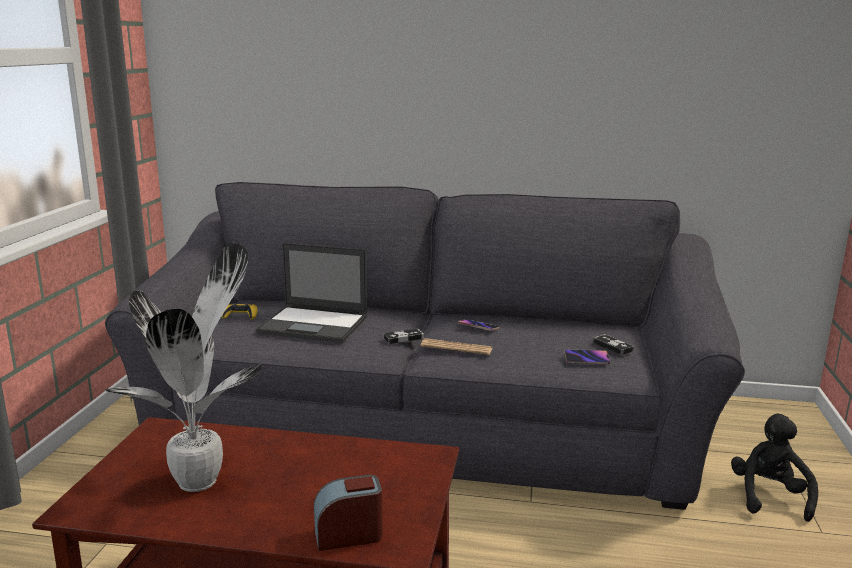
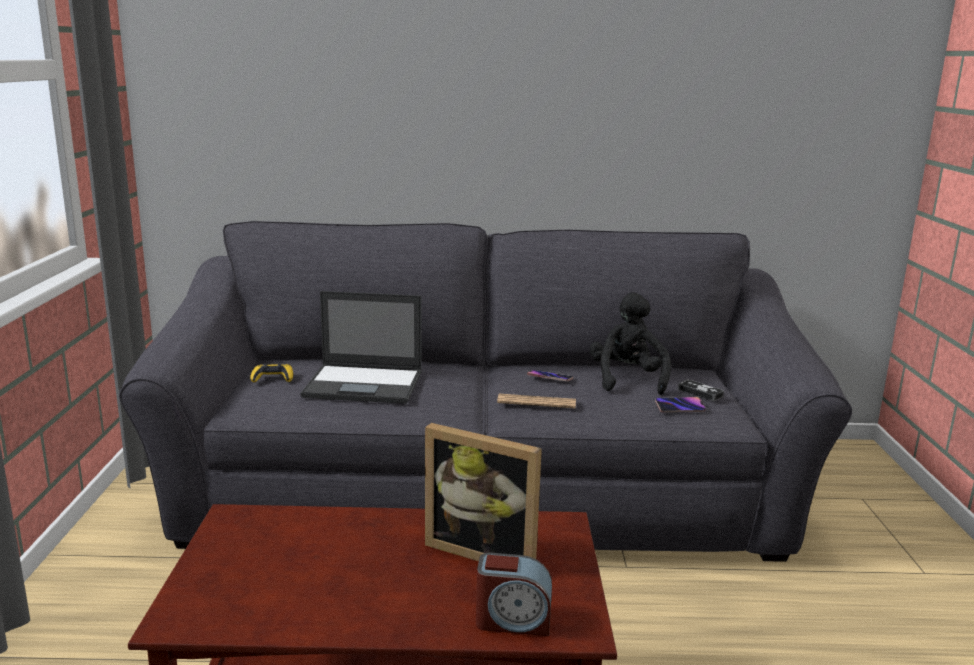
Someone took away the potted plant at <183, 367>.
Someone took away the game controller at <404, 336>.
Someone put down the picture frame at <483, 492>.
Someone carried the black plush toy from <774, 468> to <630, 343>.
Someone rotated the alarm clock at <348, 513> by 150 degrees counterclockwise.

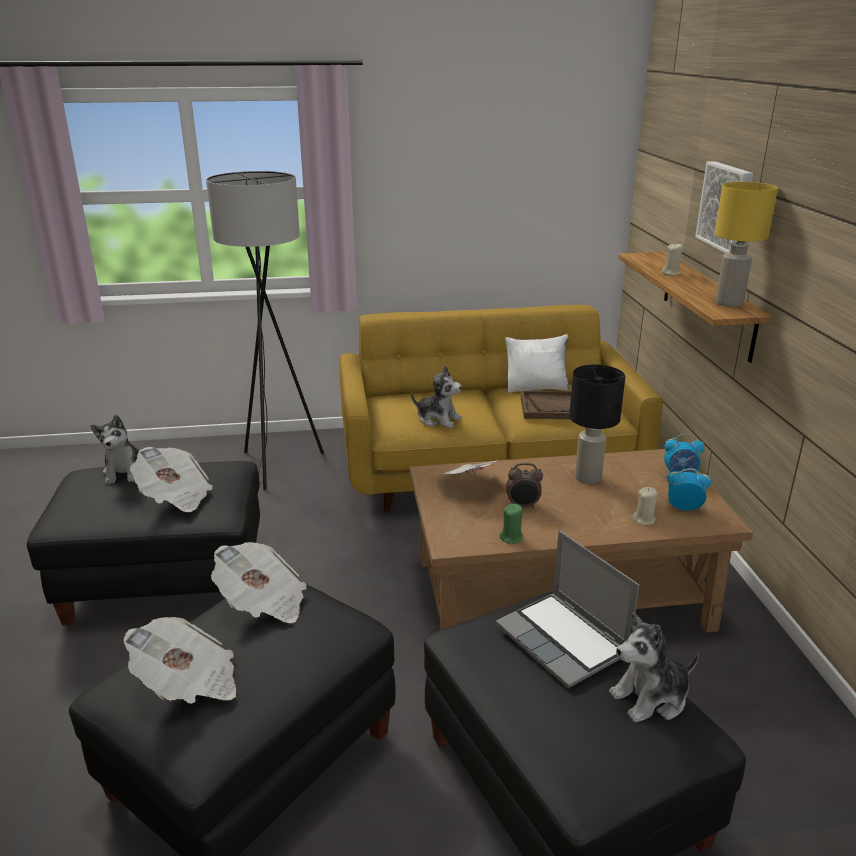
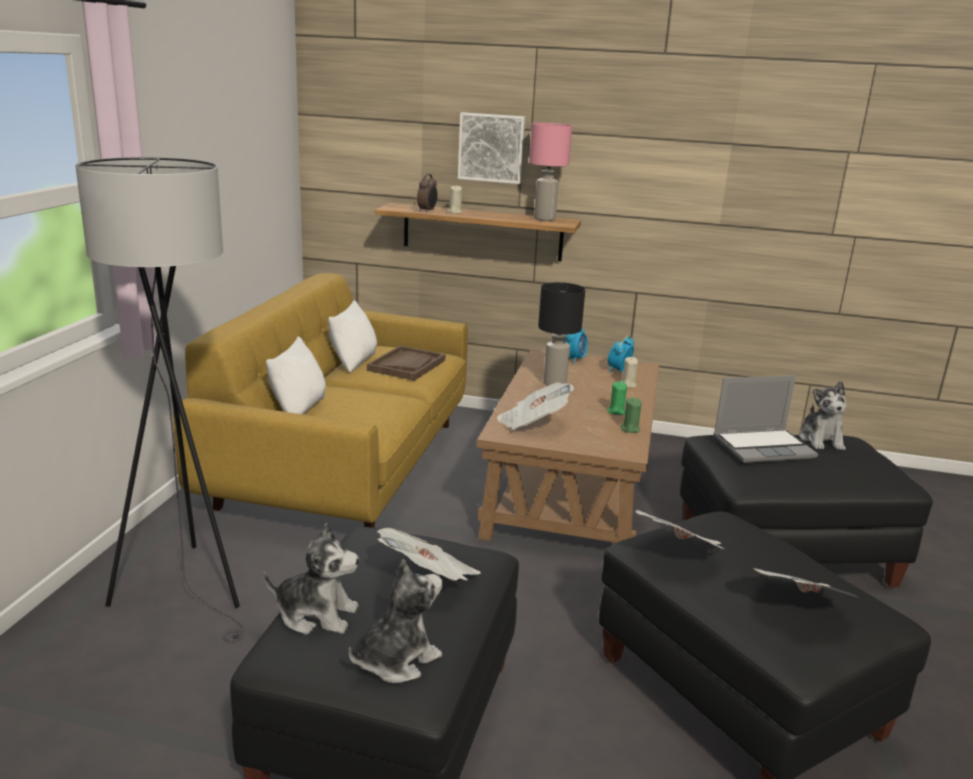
Someone put down the white pillow at <296, 375>.
Someone put down the green candle at <617, 398>.
Someone carried the plush toy from <436, 397> to <395, 621>.
Someone carried the alarm clock from <524, 485> to <427, 193>.
Someone repainted the yellow table lamp at <746, 244>, which became the pink table lamp at <550, 172>.

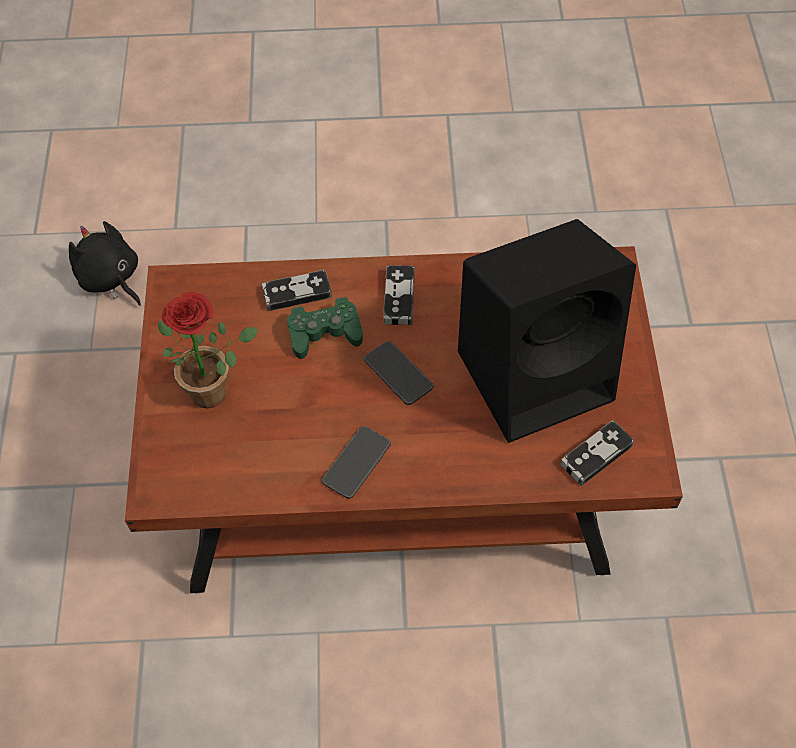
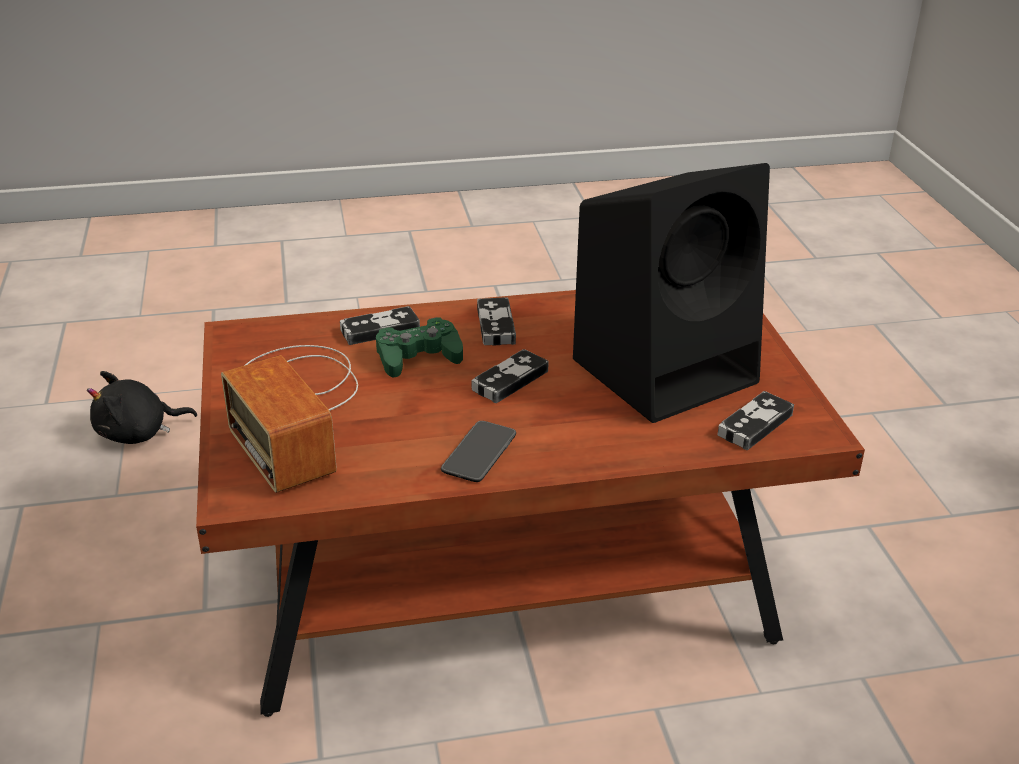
Someone swapped the potted plant at <208, 350> for the radio at <289, 419>.
Someone swapped the phone at <399, 373> for the game controller at <510, 376>.
Someone rotated the black plush toy at <105, 263> by 60 degrees counterclockwise.

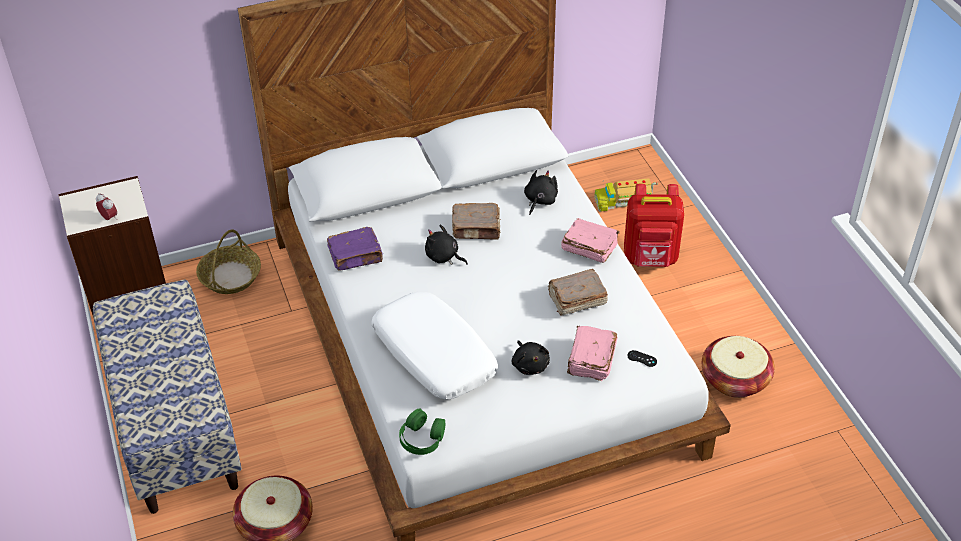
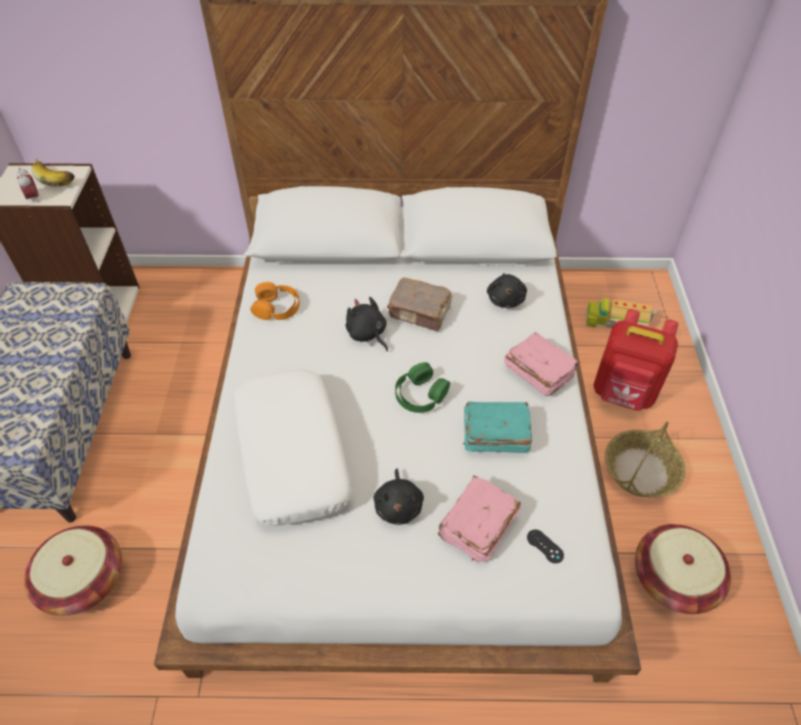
Someone put down the banana at <53, 173>.
Someone carried the basket from <228, 261> to <645, 459>.
Someone carried the green headphones from <422, 432> to <422, 387>.
Someone swapped the purple book at <355, 249> for the orange headphones at <275, 301>.
Someone repainted the brown book at <578, 292>, which became the turquoise book at <497, 427>.
Someone rotated the black plush toy at <541, 192> by 135 degrees clockwise.

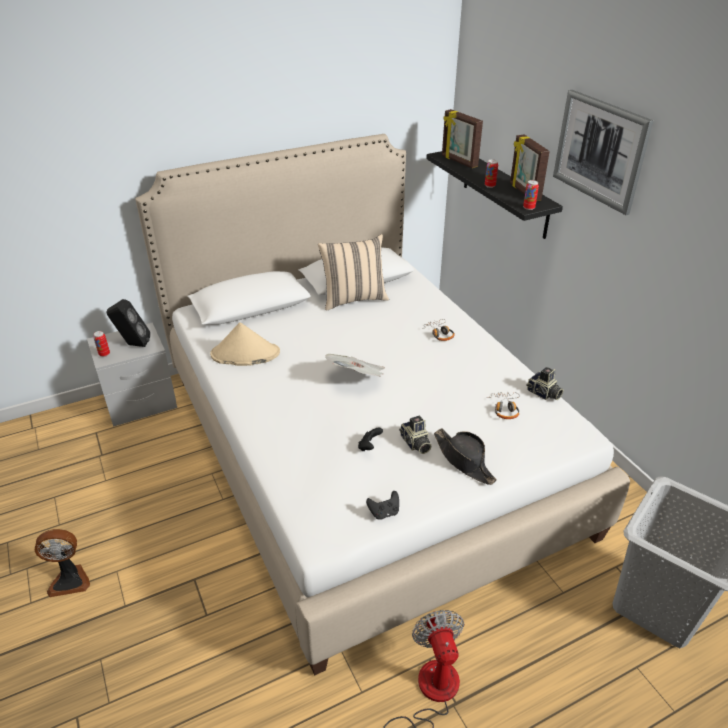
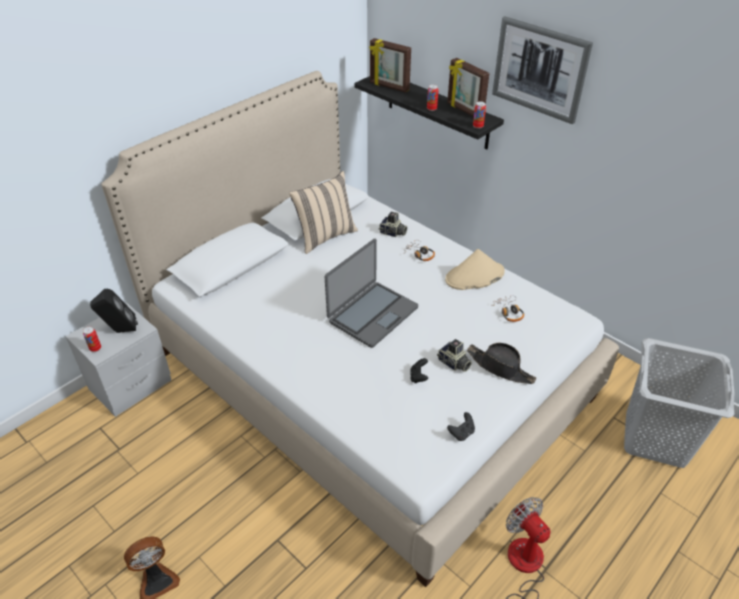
Someone carried the beige hat from <245, 344> to <475, 269>.
Someone carried the photo camera from <544, 383> to <393, 224>.
Someone swapped the newspaper at <355, 365> for the laptop at <371, 293>.

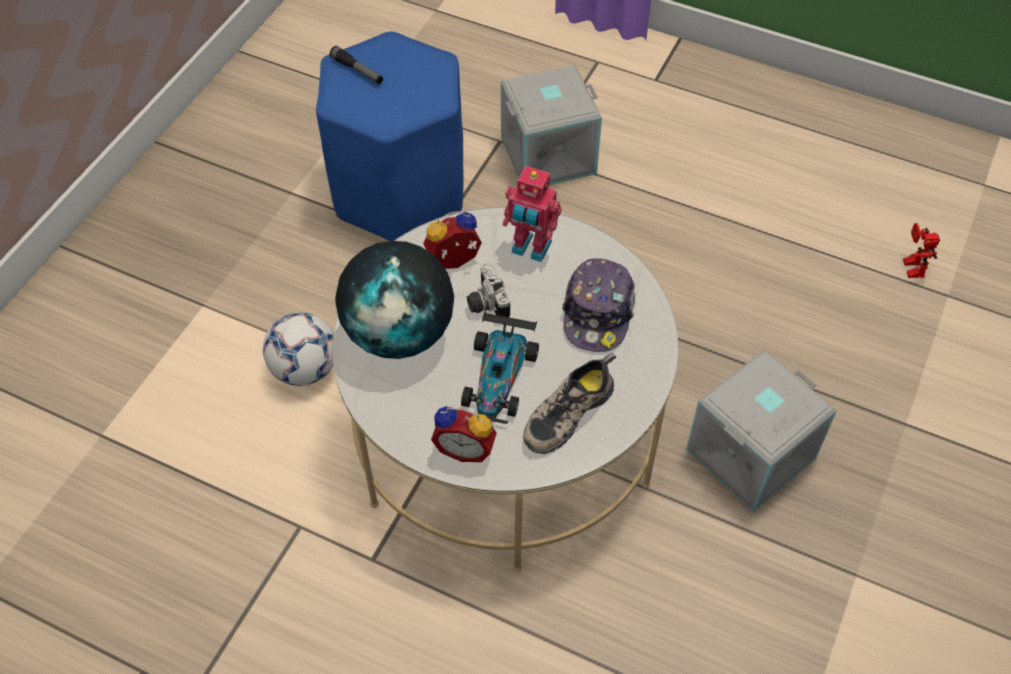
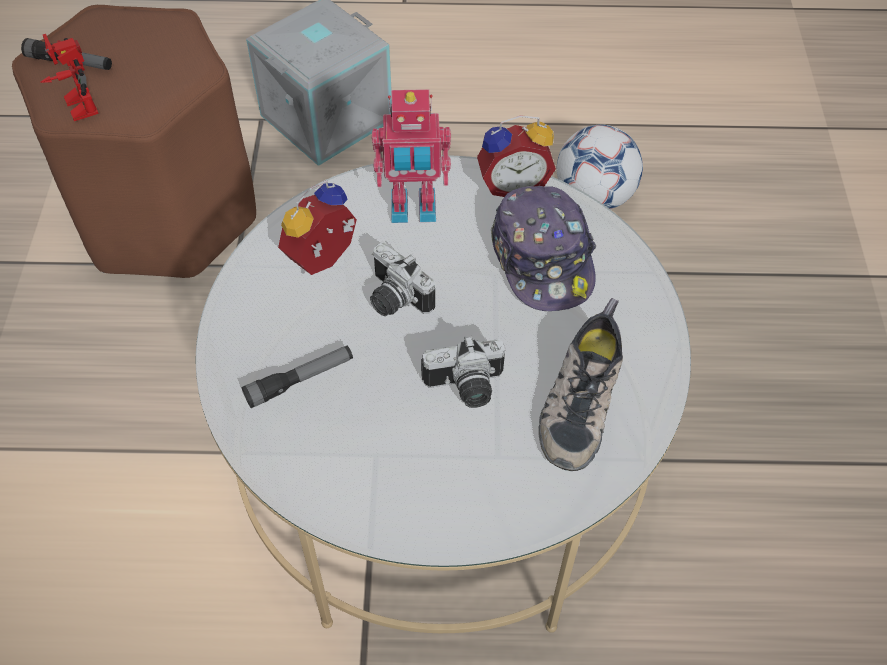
Someone took away the grey storage box at <761, 431>.
Someone carried the football from <298, 349> to <600, 167>.
Someone carried the alarm clock from <464, 434> to <516, 156>.
Someone carried the toy robot from <921, 250> to <69, 77>.
Someone swapped the globe at <394, 300> for the flashlight at <297, 377>.
Someone swapped the toy car at <500, 367> for the photo camera at <463, 372>.
Someone repainted the blue stool at <389, 136>, which became the brown stool at <134, 141>.

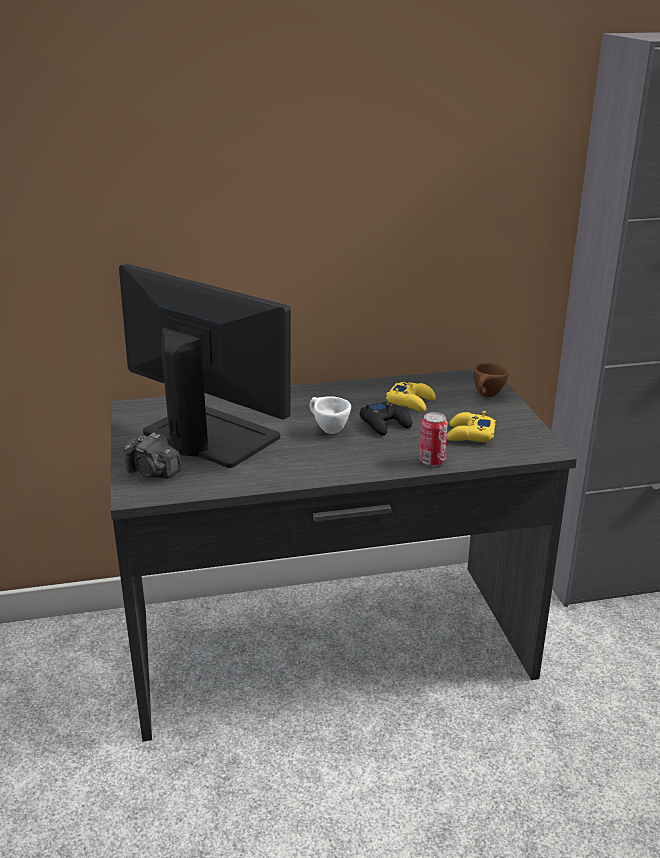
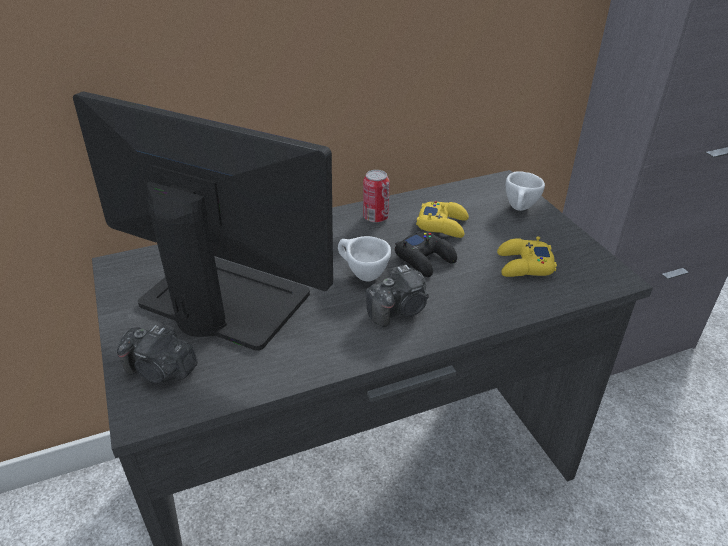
Someone put down the photo camera at <397, 296>.
Someone carried the can from <433, 439> to <376, 196>.
Someone repainted the brown cup at <490, 380>, which became the white cup at <525, 191>.

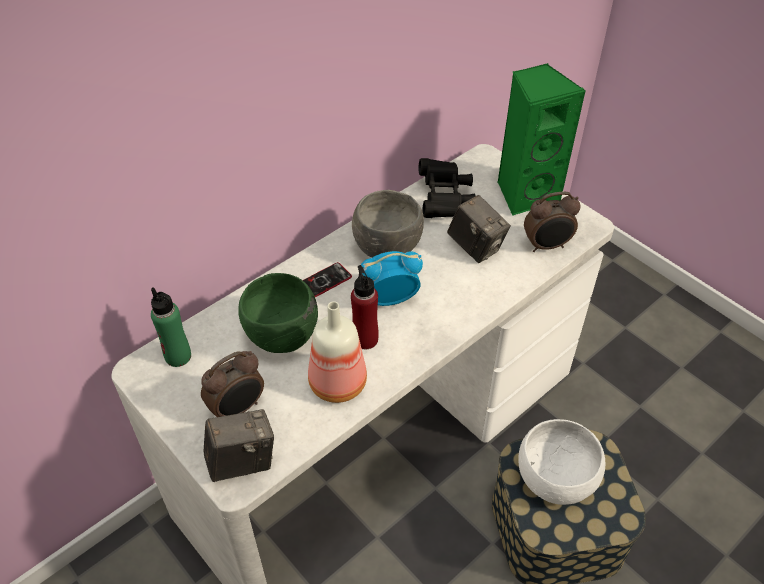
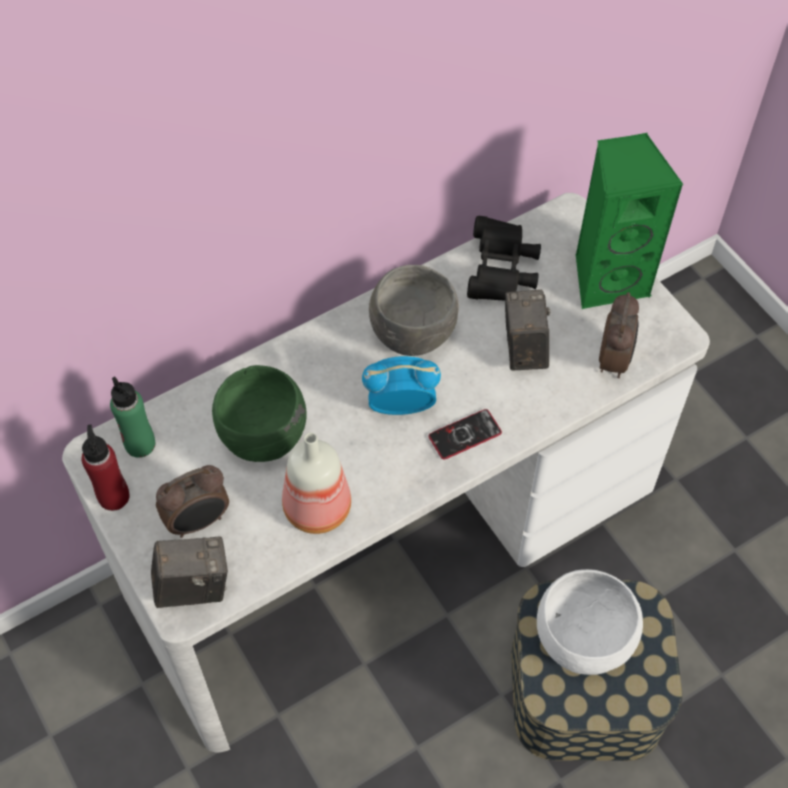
Someone carried the phone from <327, 279> to <465, 434>.
Someone carried the red bottle from <365, 307> to <105, 467>.
Someone rotated the photo camera at <479, 229> by 150 degrees counterclockwise.
Someone rotated the alarm clock at <552, 221> by 75 degrees counterclockwise.

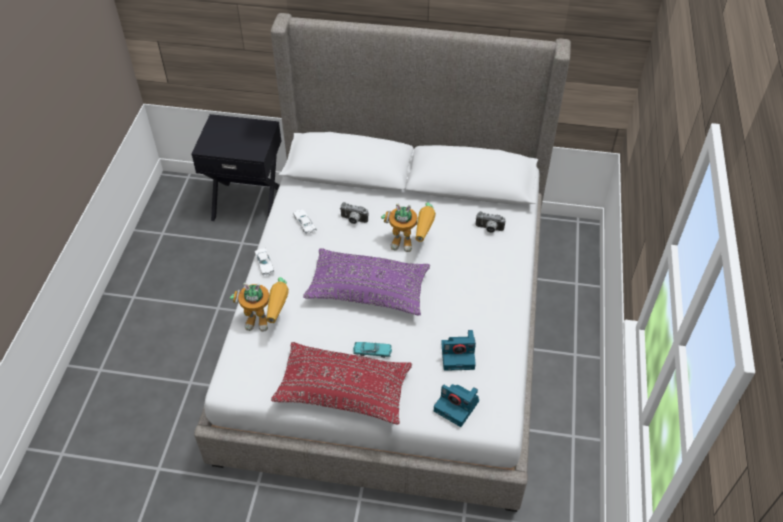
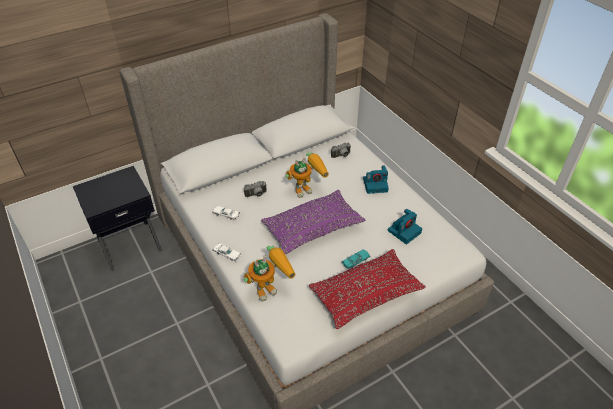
Someone carried the photo camera from <456, 405> to <376, 179>.

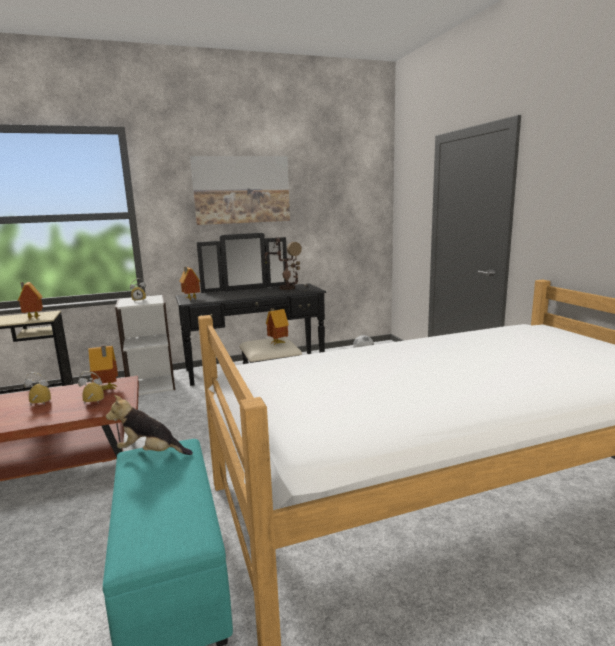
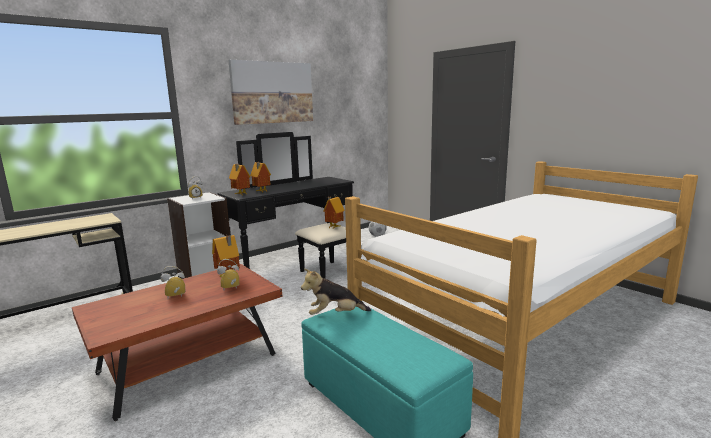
Someone took away the table lamp at <285, 264>.
Someone carried the toy house from <30, 301> to <260, 177>.

